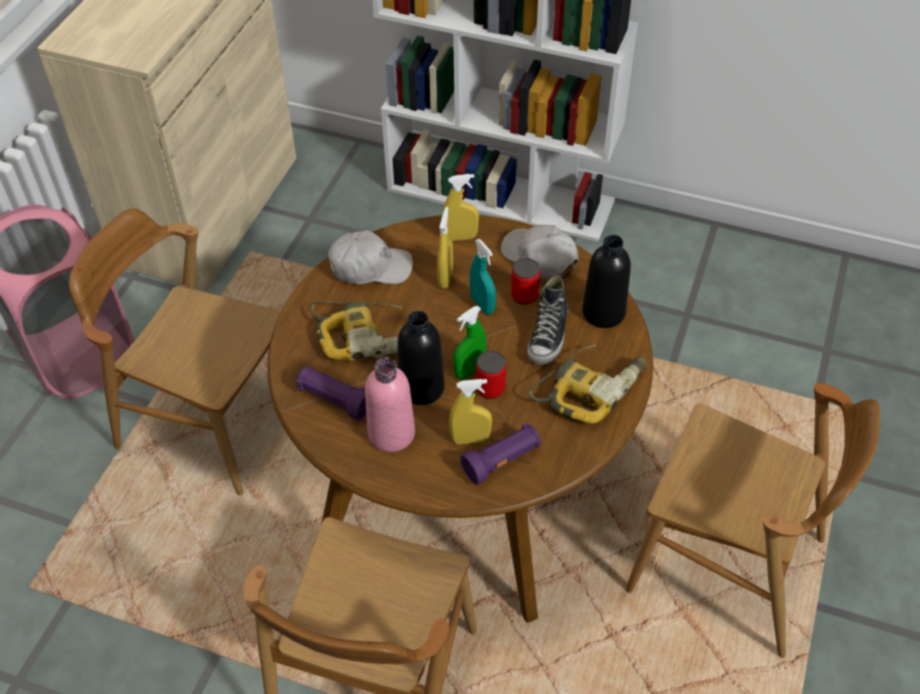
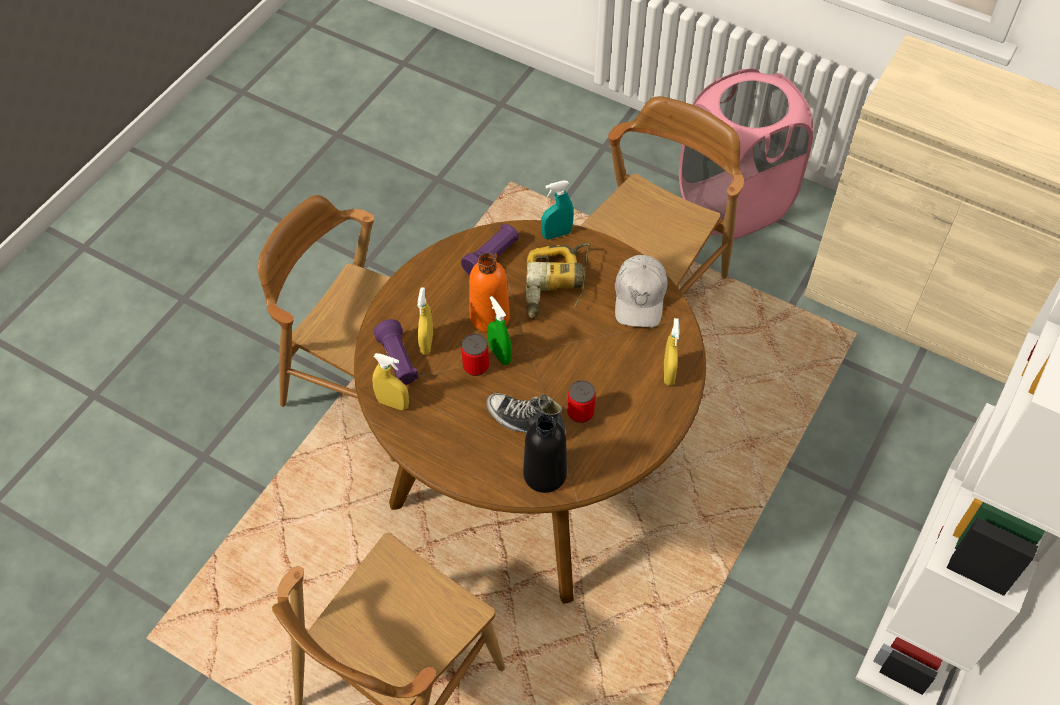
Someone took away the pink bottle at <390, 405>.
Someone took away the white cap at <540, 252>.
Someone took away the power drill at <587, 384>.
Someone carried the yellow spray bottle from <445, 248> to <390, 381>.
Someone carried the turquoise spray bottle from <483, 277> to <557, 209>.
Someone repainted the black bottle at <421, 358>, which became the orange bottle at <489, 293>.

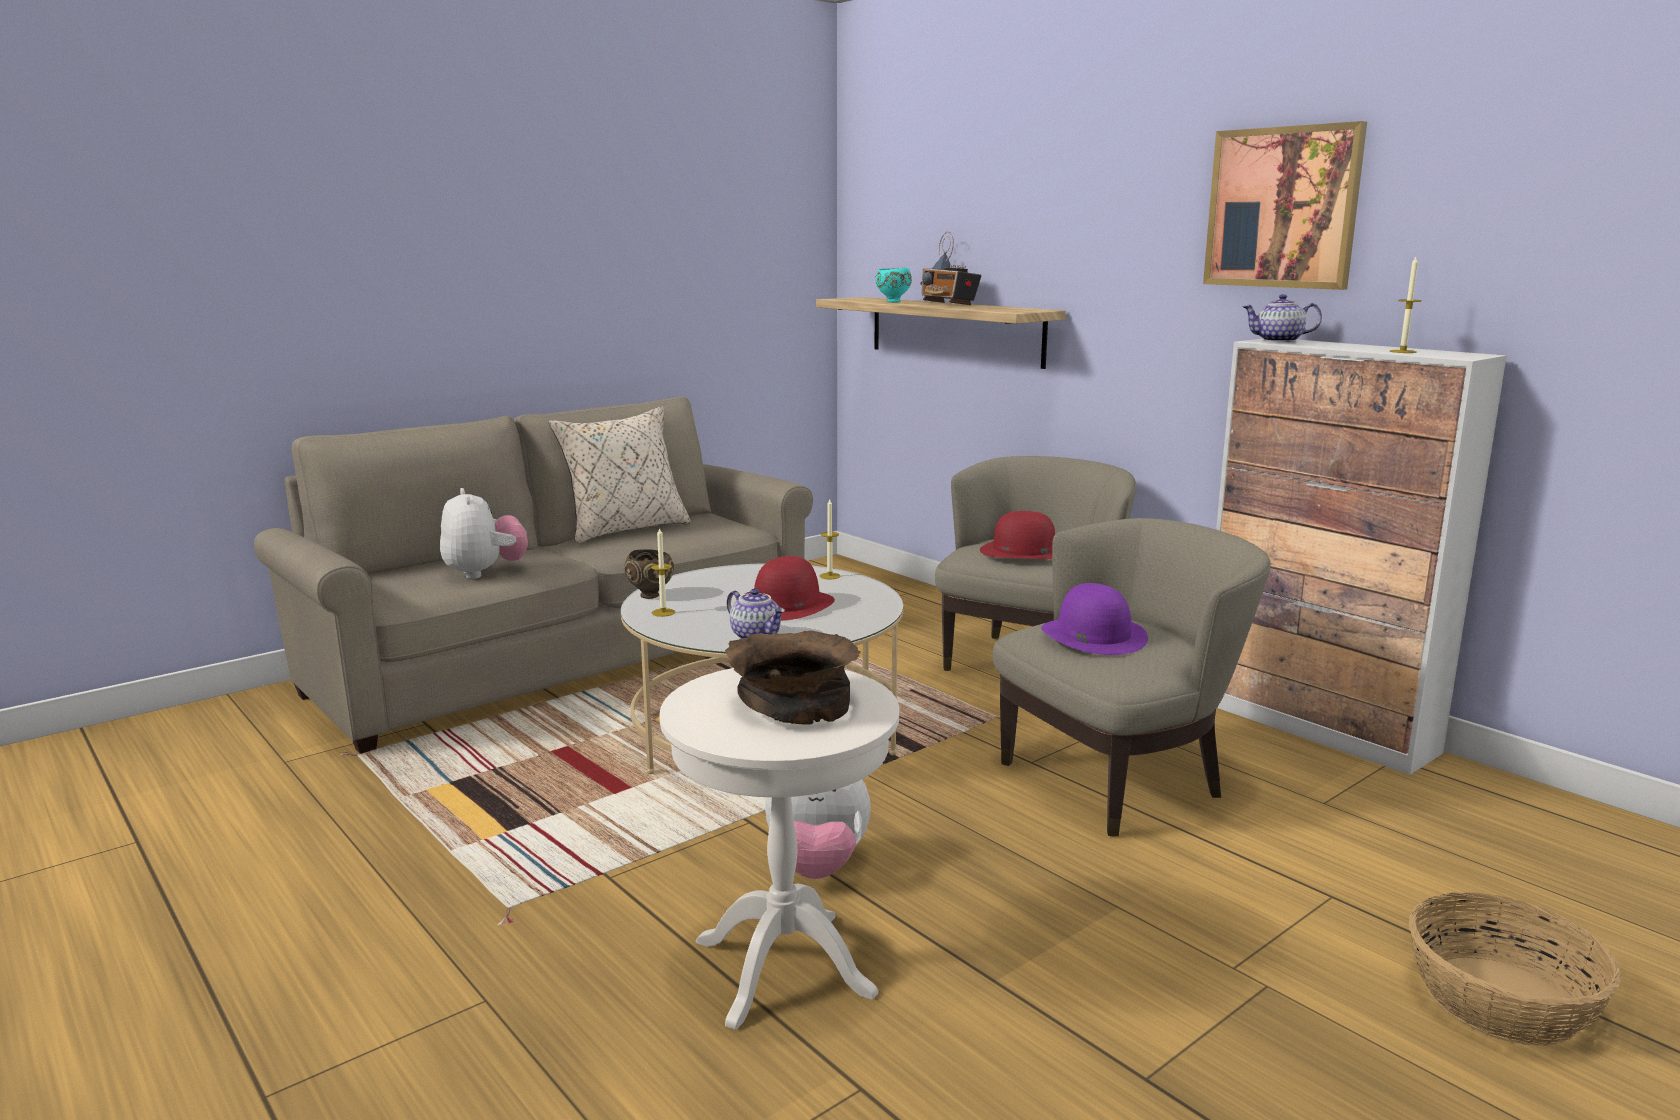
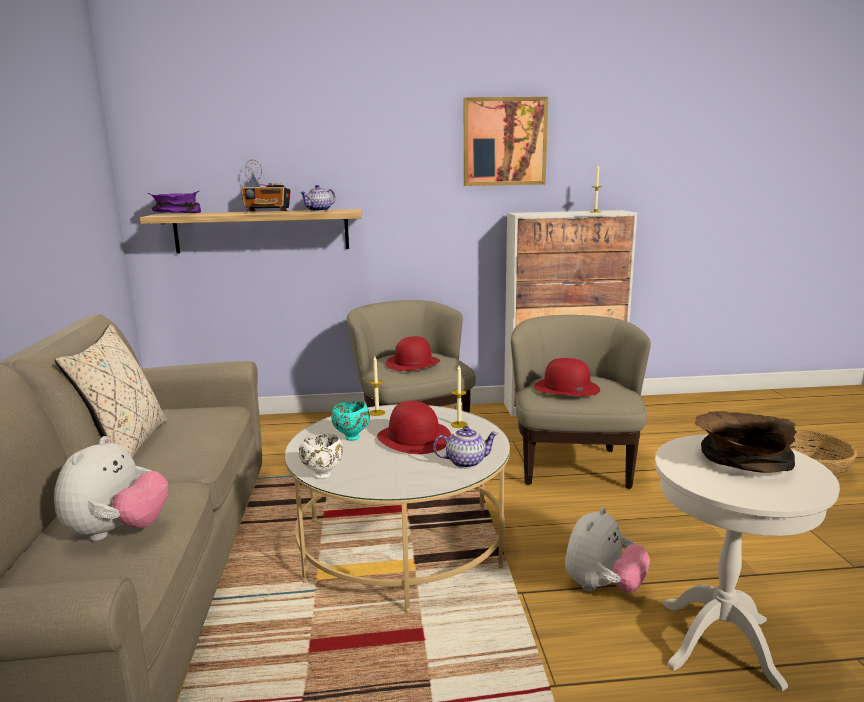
Someone put down the purple bowl at <174, 202>.
Someone carried the candle from <663, 572> to <459, 397>.
Someone carried the turquoise bowl from <893, 284> to <350, 421>.
Someone carried the teapot from <1282, 318> to <318, 198>.
Someone repainted the brown bowl at <649, 574>, which became the white bowl at <321, 456>.
Someone repainted the purple hat at <1094, 619>, which became the red hat at <567, 377>.
Someone rotated the plush toy at <484, 533> by 90 degrees clockwise.

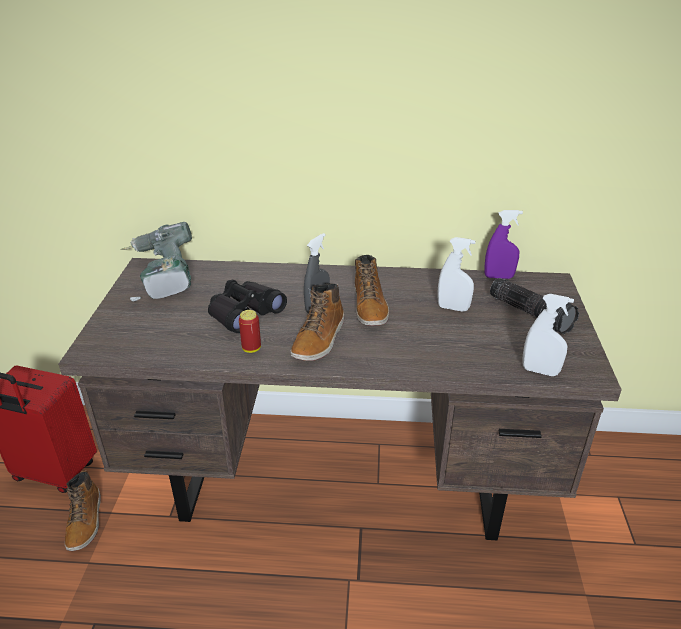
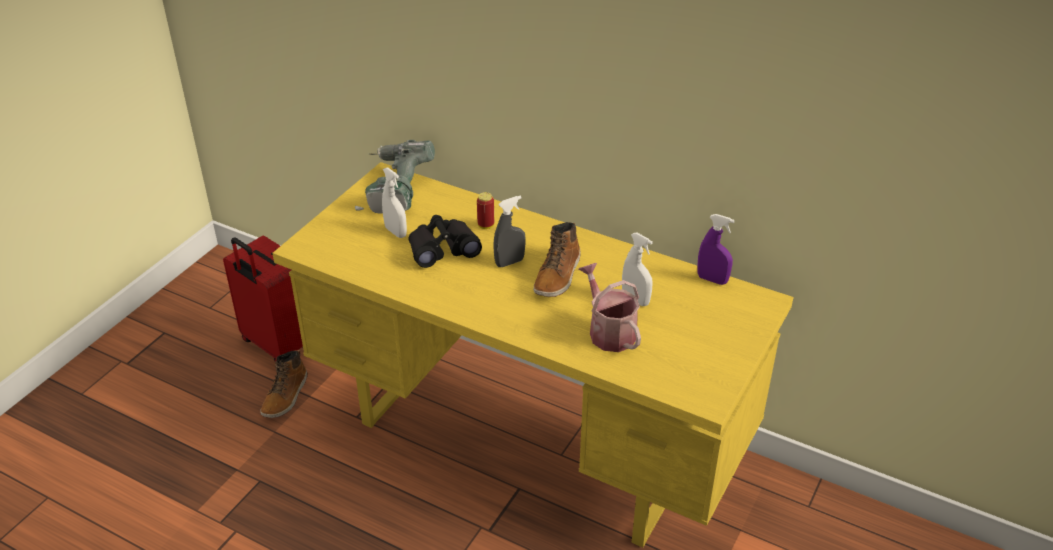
Someone took away the boot at <317, 322>.
Someone took away the flashlight at <534, 306>.
Someone put down the watering can at <610, 307>.
Someone carried the can from <250, 331> to <485, 210>.
Someone carried the white spray bottle from <548, 335> to <394, 202>.
Someone repainted the brown desk at <340, 399>, which became the yellow desk at <533, 355>.

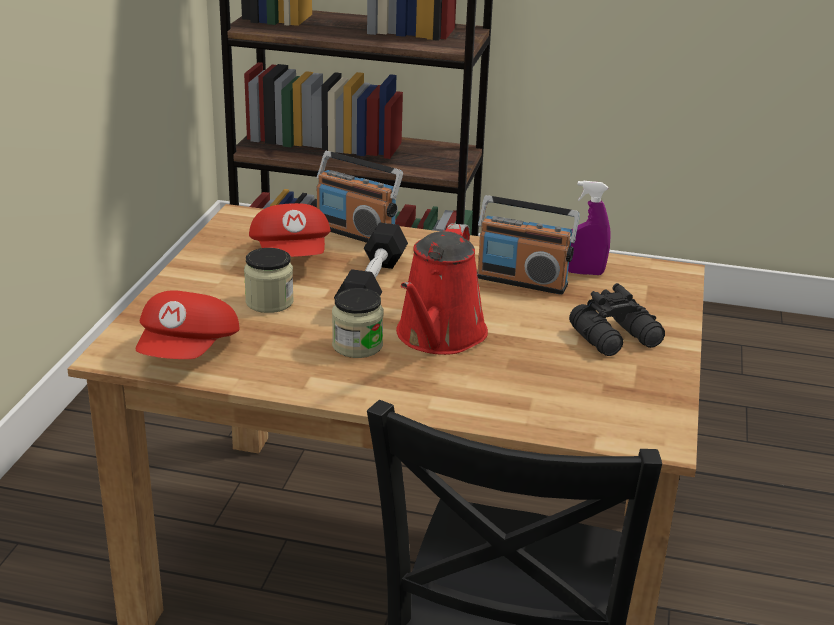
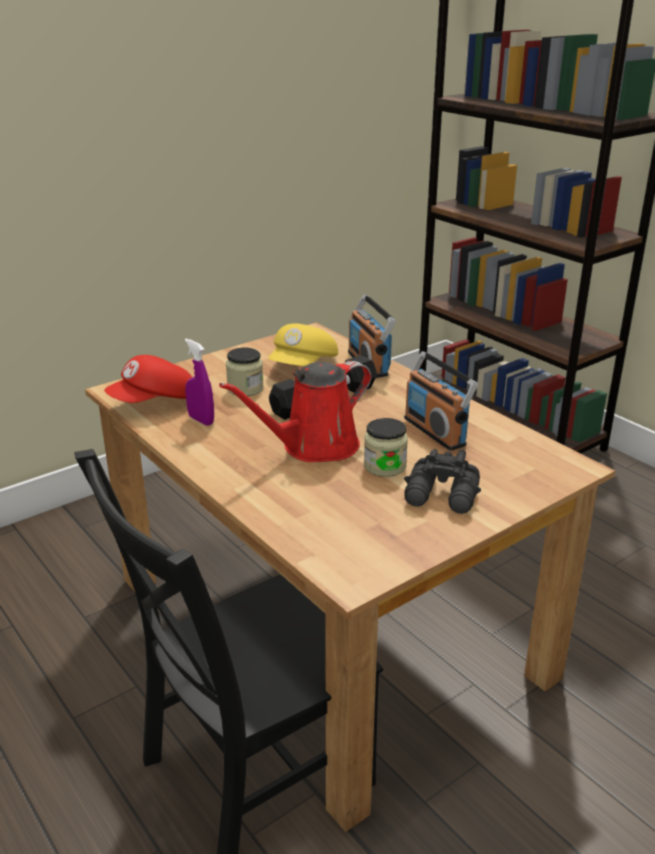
Someone carried the jar from <358, 323> to <386, 447>.
Someone carried the purple spray bottle from <589, 228> to <199, 382>.
Someone repainted the red cap at <290, 230>, which became the yellow cap at <303, 344>.

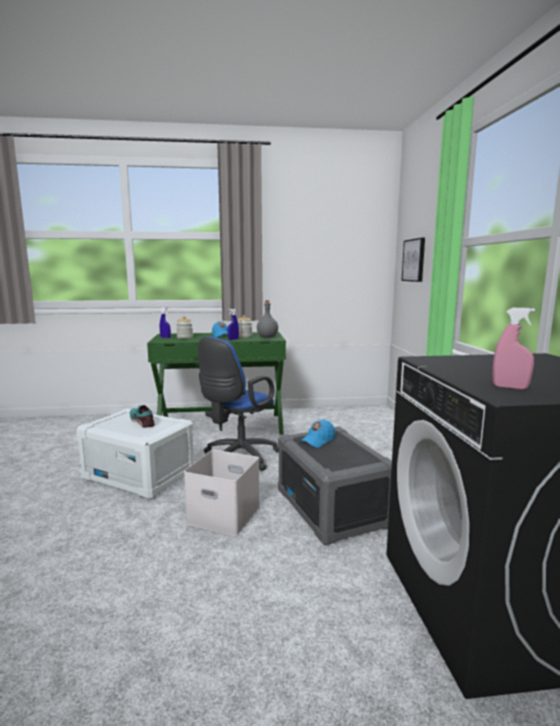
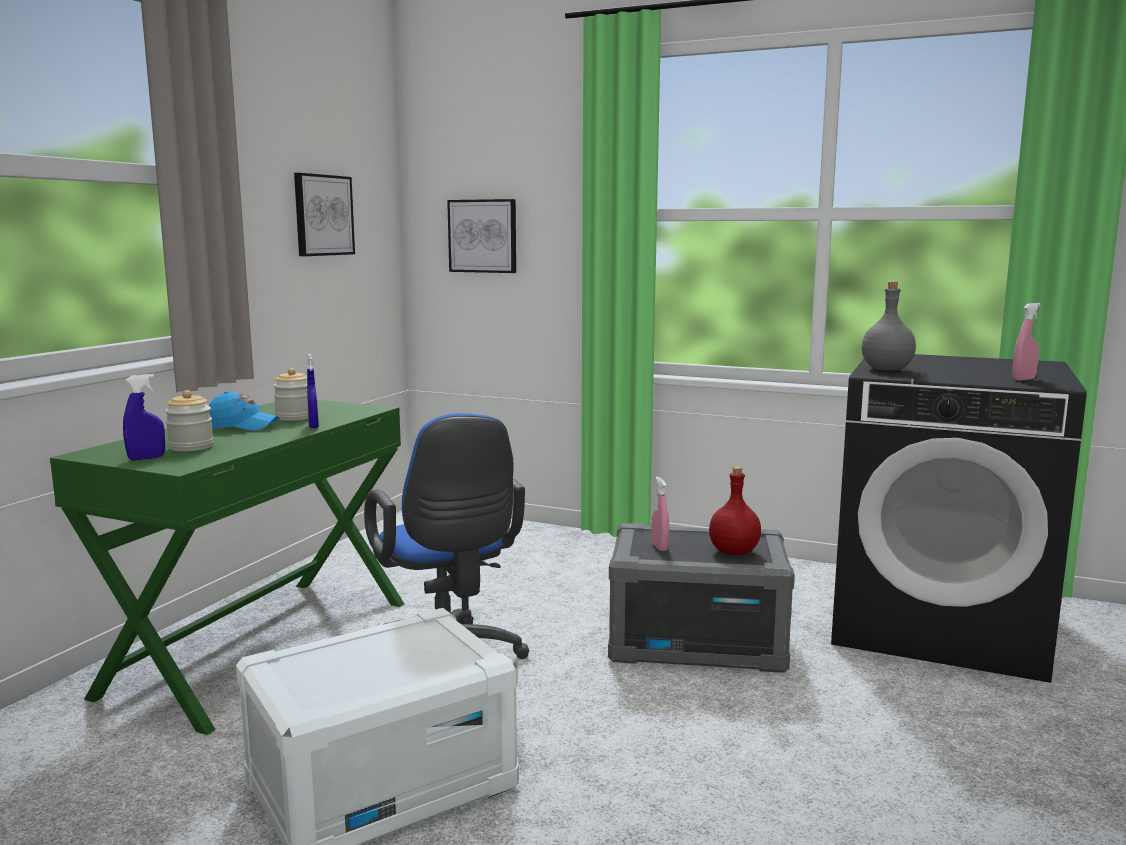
Someone took away the turquoise shoe at <142, 416>.
Someone took away the white storage box at <222, 493>.
Someone put up the picture at <324, 214>.
Someone put down the red bottle at <735, 510>.
Someone carried the grey bottle from <267, 319> to <889, 326>.
Someone swapped the blue cap at <317, 433> for the pink spray bottle at <660, 514>.

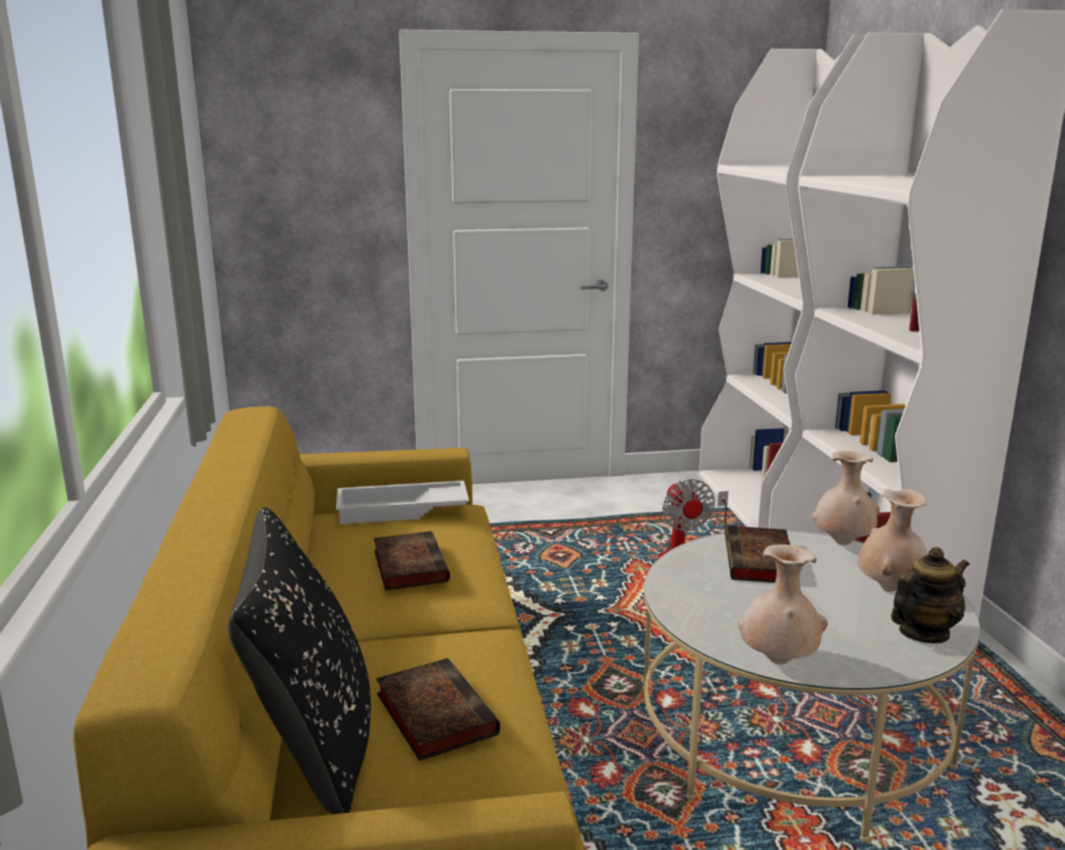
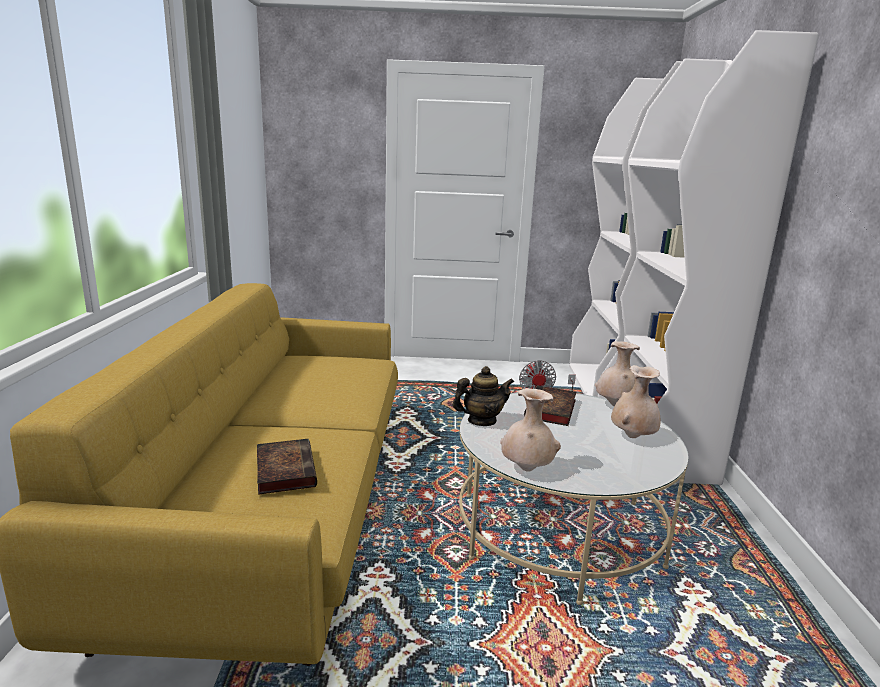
Someone took away the black pillow at <299, 661>.
Someone took away the white tray at <402, 502>.
Someone took away the book at <412, 561>.
Someone carried the teapot from <930, 595> to <483, 396>.

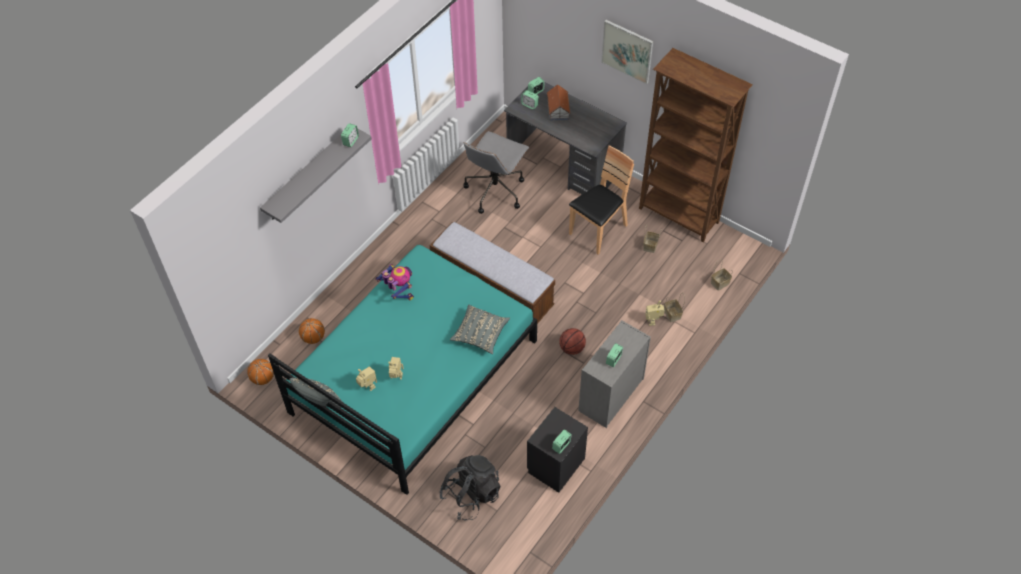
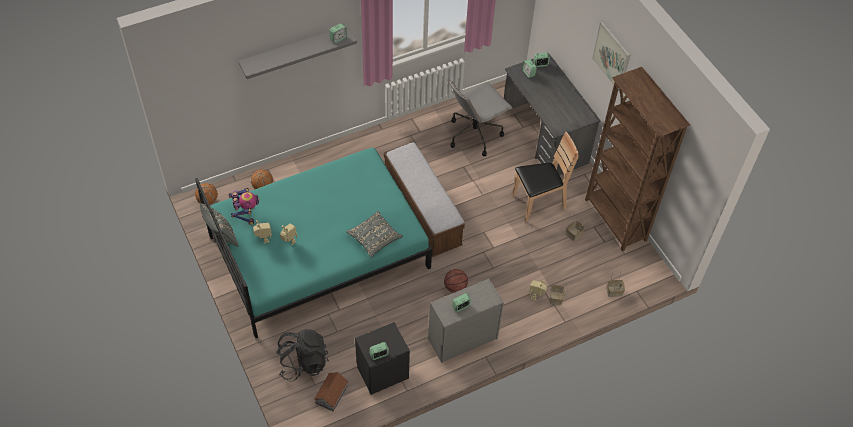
Someone carried the toy robot from <394, 282> to <244, 206>.
Someone carried the toy house from <559, 102> to <331, 391>.

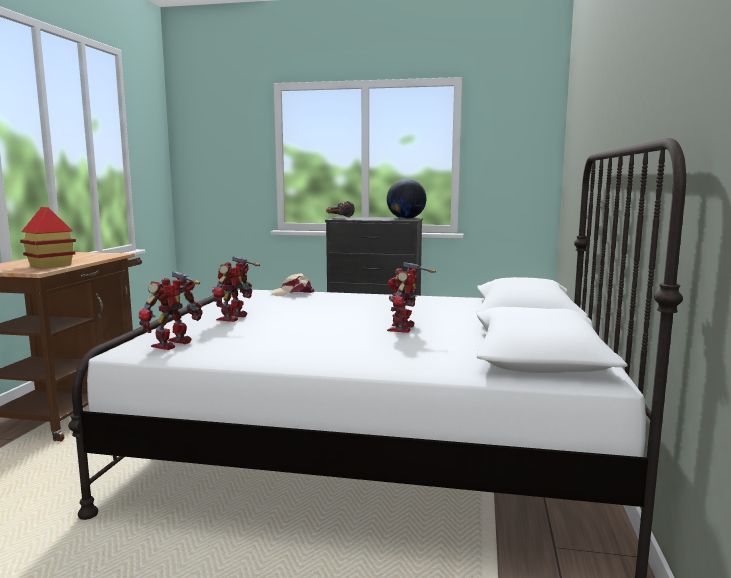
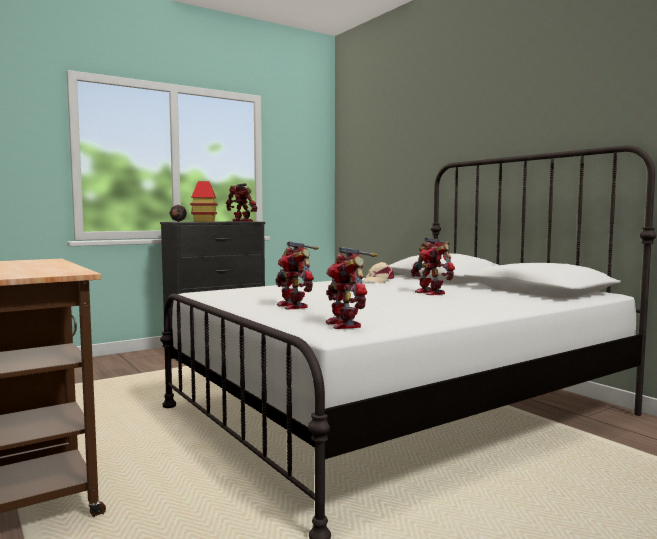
Someone carried the toy house from <48, 238> to <204, 201>.
Someone carried the beige cap from <292, 284> to <378, 273>.
Someone swapped the globe at <406, 199> for the toy robot at <242, 202>.

